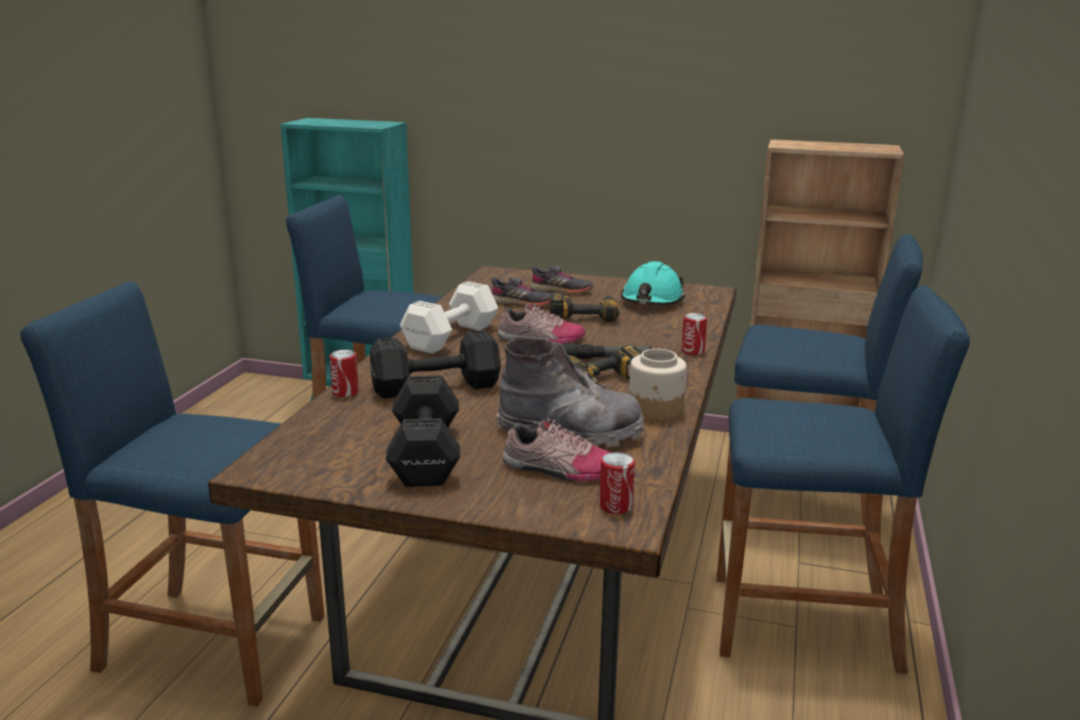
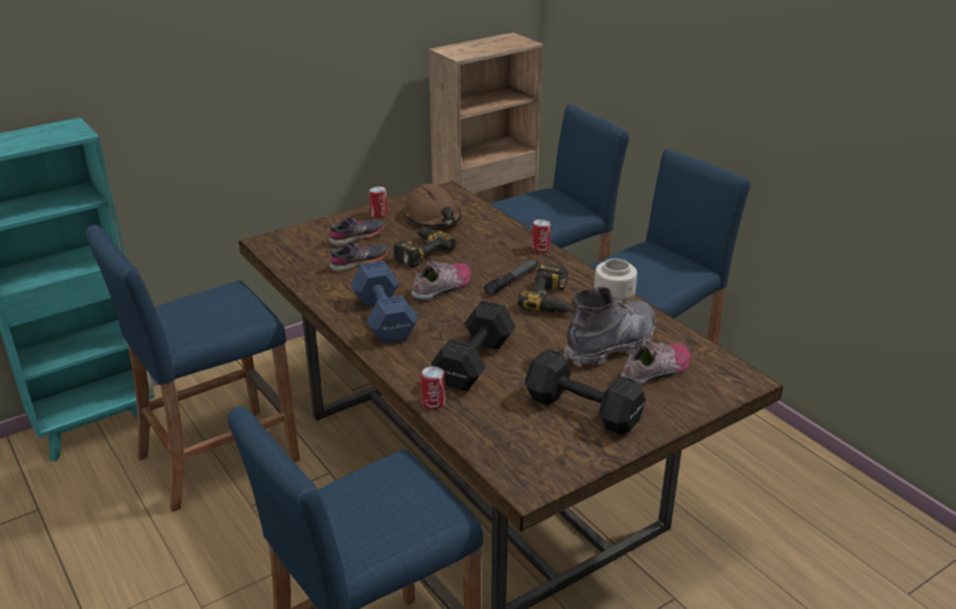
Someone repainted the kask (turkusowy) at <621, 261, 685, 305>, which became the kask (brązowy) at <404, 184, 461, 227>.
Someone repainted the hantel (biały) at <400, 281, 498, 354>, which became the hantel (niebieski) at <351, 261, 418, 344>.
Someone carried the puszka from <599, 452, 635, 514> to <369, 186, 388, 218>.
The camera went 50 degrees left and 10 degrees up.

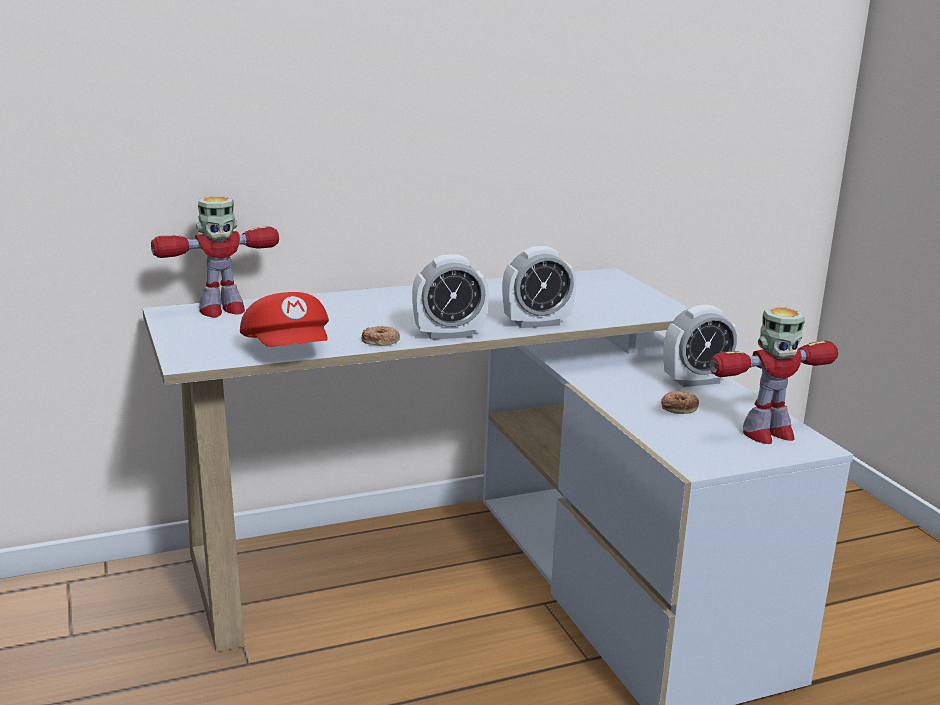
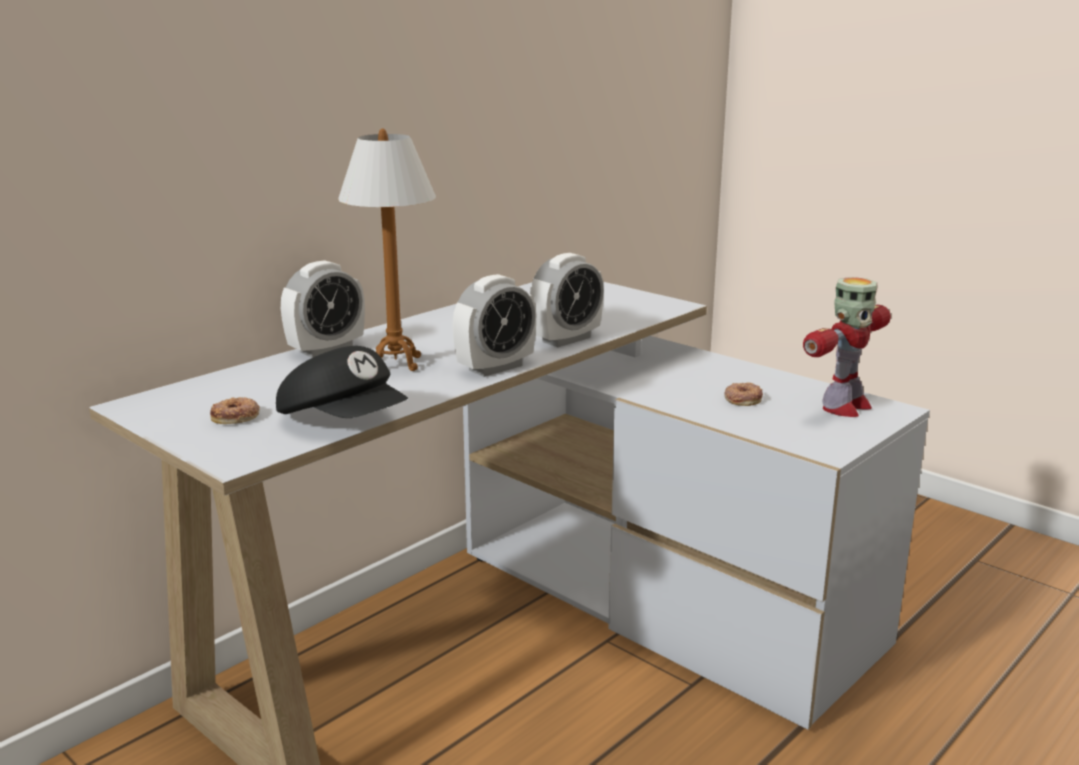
Someone took away the robot zabawkowy at <151, 197, 279, 317>.
Someone repainted the czapka z daszkiem (czerwony) at <240, 292, 329, 347>, which became the czapka z daszkiem (czarny) at <276, 346, 408, 418>.
Someone carried the budzik from <663, 305, 739, 387> to <281, 260, 365, 358>.
Someone carried the donut from <362, 325, 400, 345> to <210, 397, 260, 424>.
Someone put down the lampa stołowa at <338, 128, 436, 371>.
The camera went 25 degrees left and 0 degrees up.

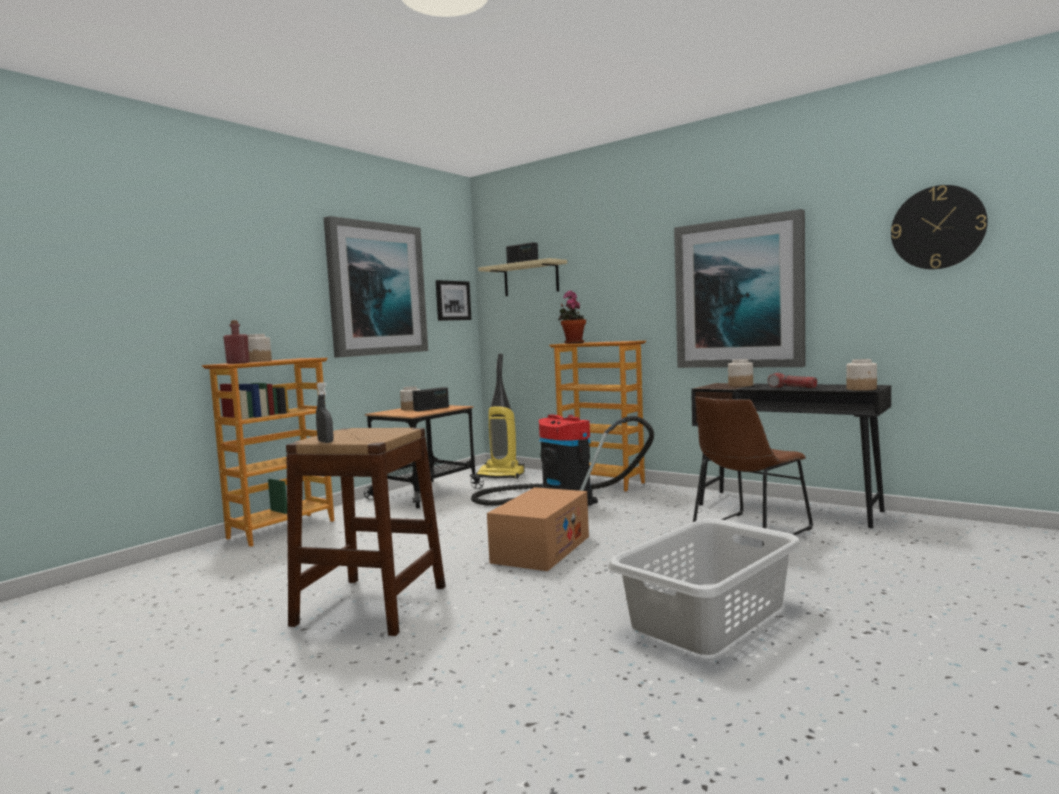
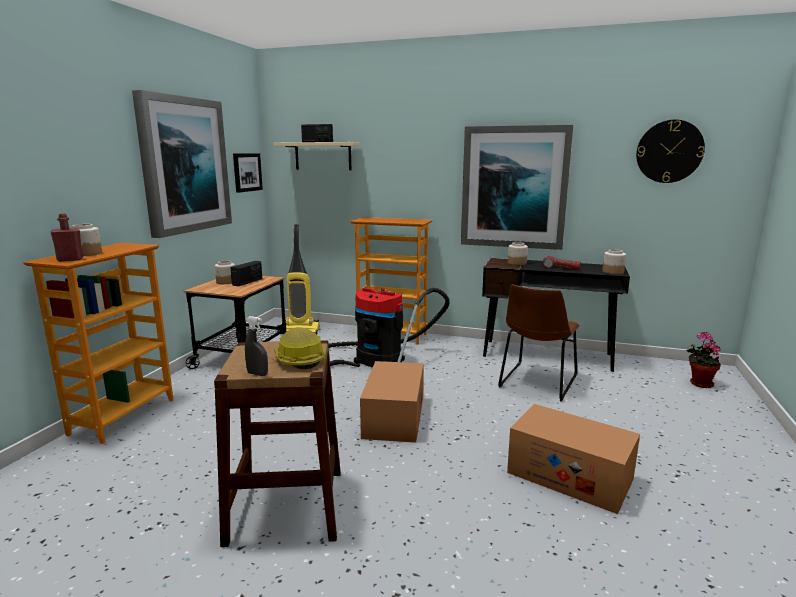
Someone carried the roślina doniczkowa from <558, 290, 586, 344> to <686, 332, 721, 388>.
Someone swapped the kosz na pranie (szary) at <608, 518, 801, 655> for the karton at <507, 404, 640, 514>.
Someone put down the kask at <273, 327, 326, 369>.
The camera went 20 degrees left and 10 degrees up.

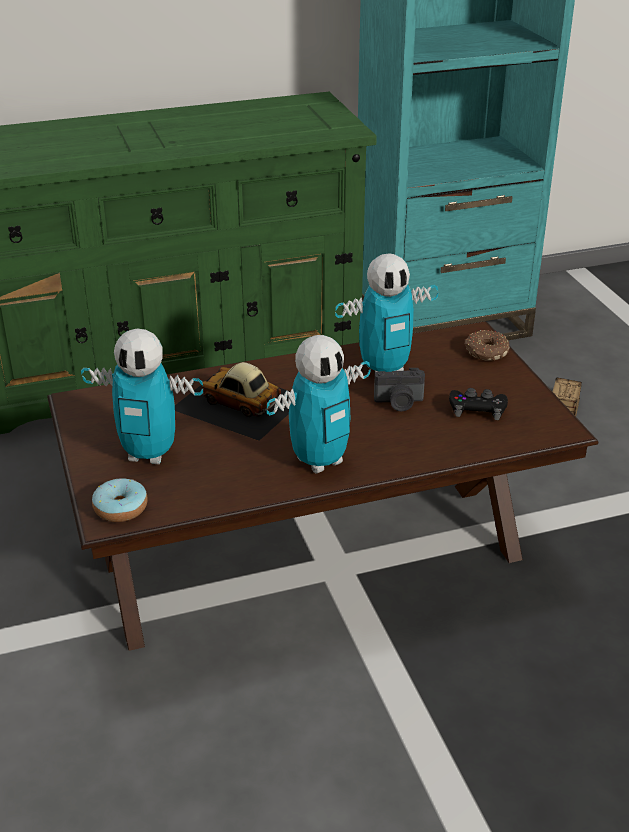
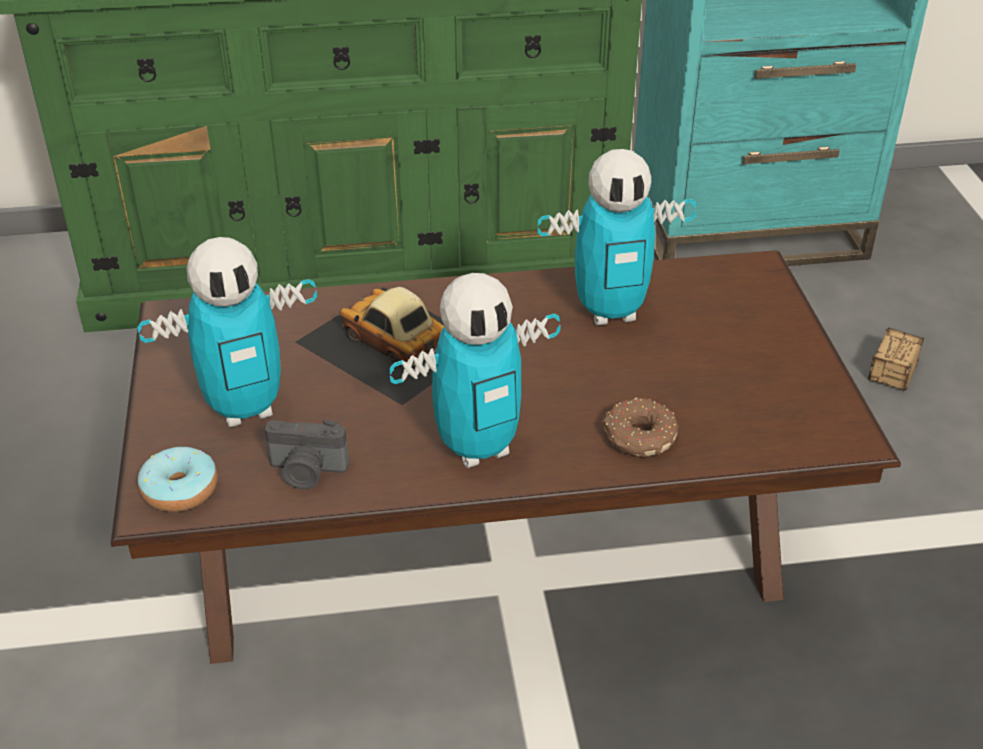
Someone rotated the robot zabawkowy at <81, 329, 203, 464> by 45 degrees counterclockwise.
Someone carried the donut from <465, 330, 509, 361> to <602, 397, 678, 457>.
Someone carried the aparat fotograficzny from <374, 368, 425, 411> to <265, 420, 349, 489>.
Someone took away the pad do gier (czarny) at <449, 388, 508, 420>.
The camera went 10 degrees right and 5 degrees up.

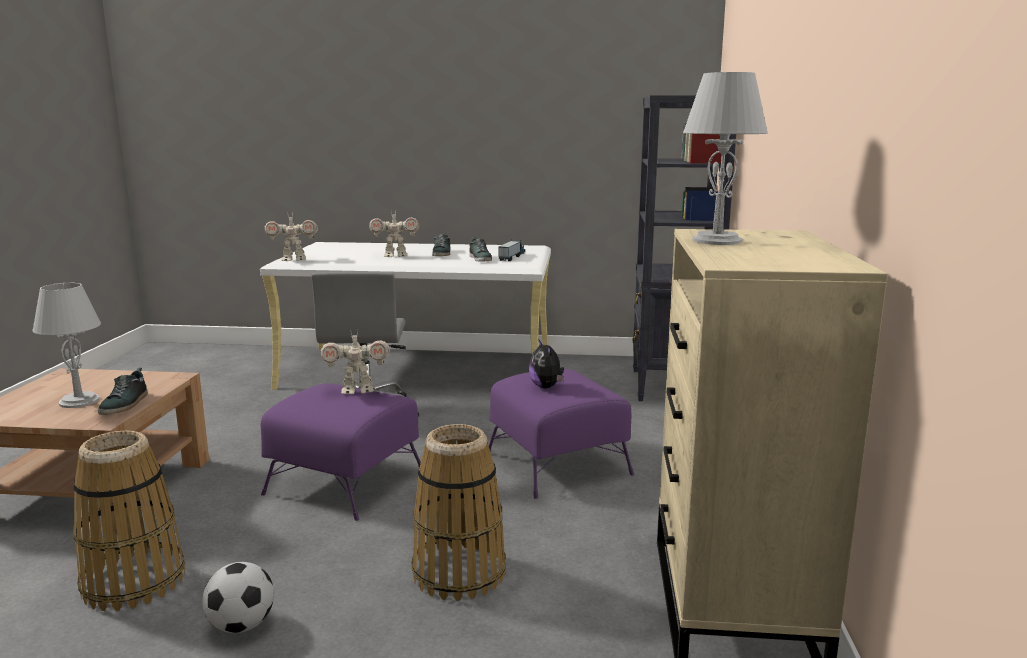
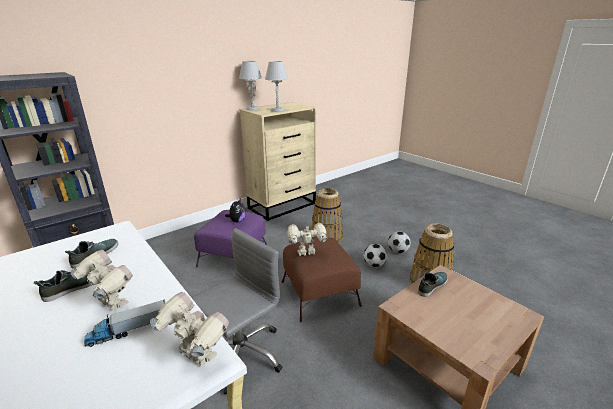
Someone carried the ciężarówka zabawkowa from <499, 240, 526, 261> to <84, 299, 165, 347>.
Someone carried the lampa stołowa (szary) from <33, 283, 101, 408> to <239, 61, 262, 110>.
Someone rotated the robot zabawkowy at <321, 329, 390, 394> by 45 degrees counterclockwise.
Someone repainted the pufa (fioletowy) at <261, 383, 421, 521>, which became the pufa (brązowy) at <282, 237, 362, 322>.
Someone put down the piłka futbolowa at <364, 244, 387, 267>.
The camera went 135 degrees left and 10 degrees up.

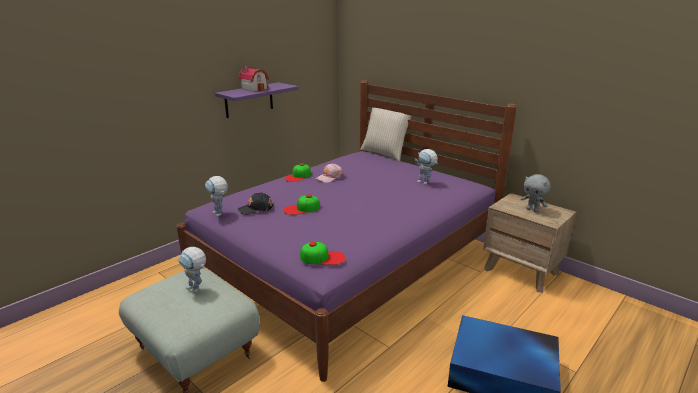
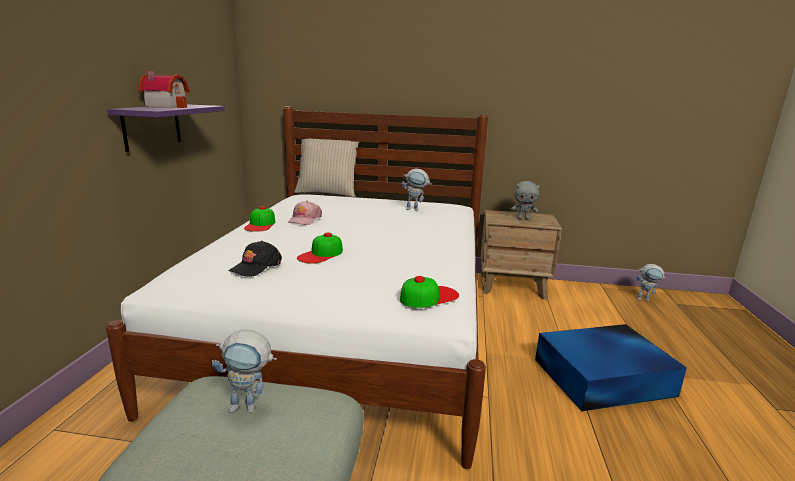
Someone repainted the łóżko (fioletowy) at <176, 80, 517, 382>, which became the łóżko (biały) at <106, 107, 488, 469>.
Someone carried the robot zabawkowy from <205, 176, 228, 217> to <637, 264, 666, 302>.
The camera went 35 degrees left and 5 degrees down.

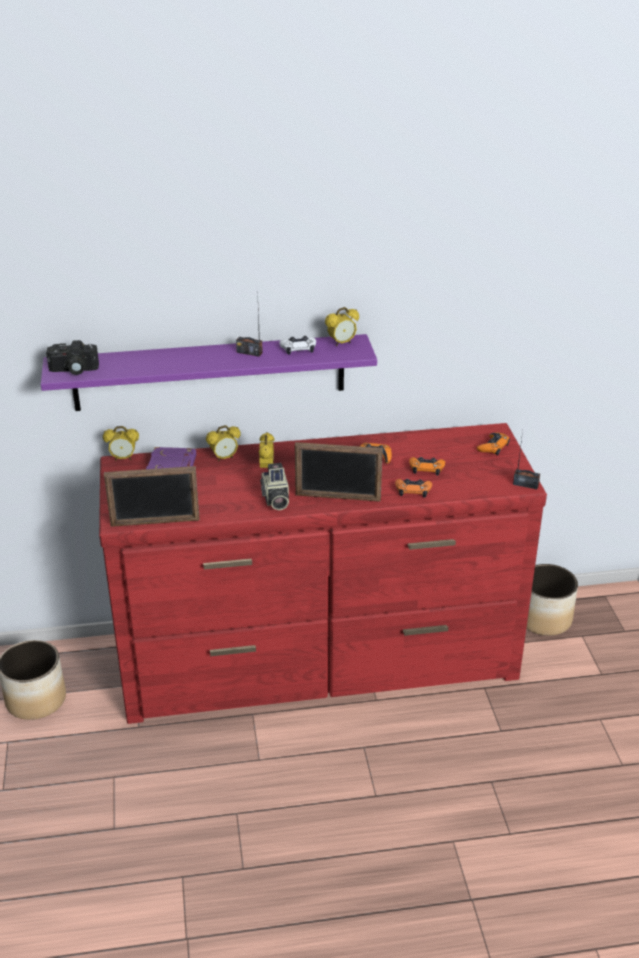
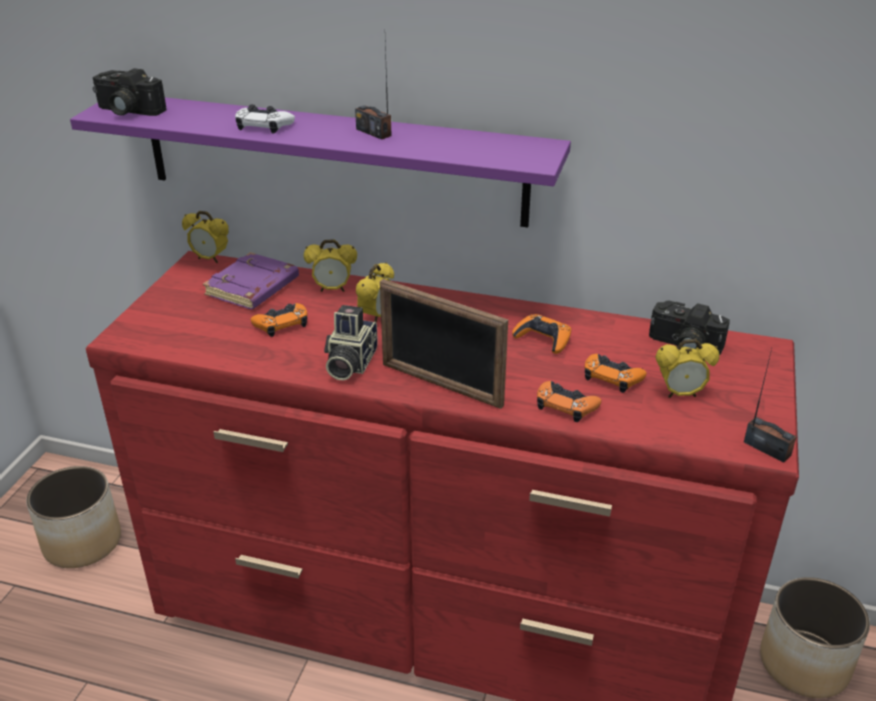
Someone carried the budzik from <325, 307, 359, 346> to <656, 339, 720, 398>.
Someone carried the pad do gier (biały) from <279, 336, 316, 355> to <235, 104, 295, 134>.
Someone carried the pad do gier (pomarańczowy) from <477, 432, 510, 455> to <251, 303, 307, 337>.
Someone took away the ramka na zdjęcie at <104, 466, 200, 527>.
Someone put down the aparat fotograficzny at <649, 301, 730, 355>.
The camera went 25 degrees right and 0 degrees up.

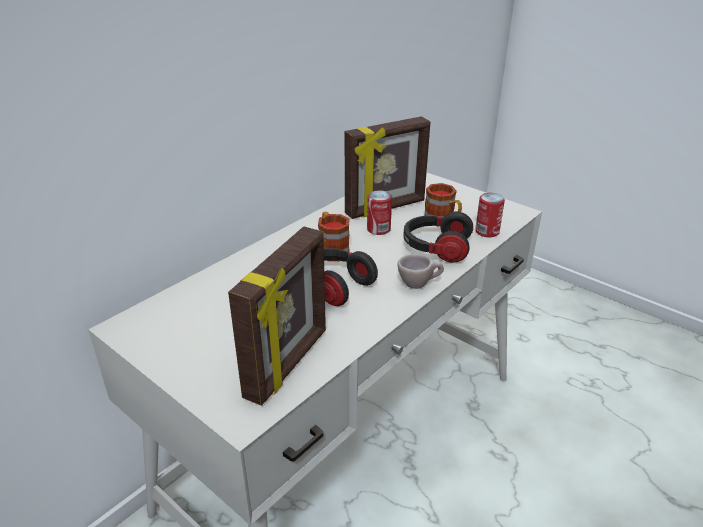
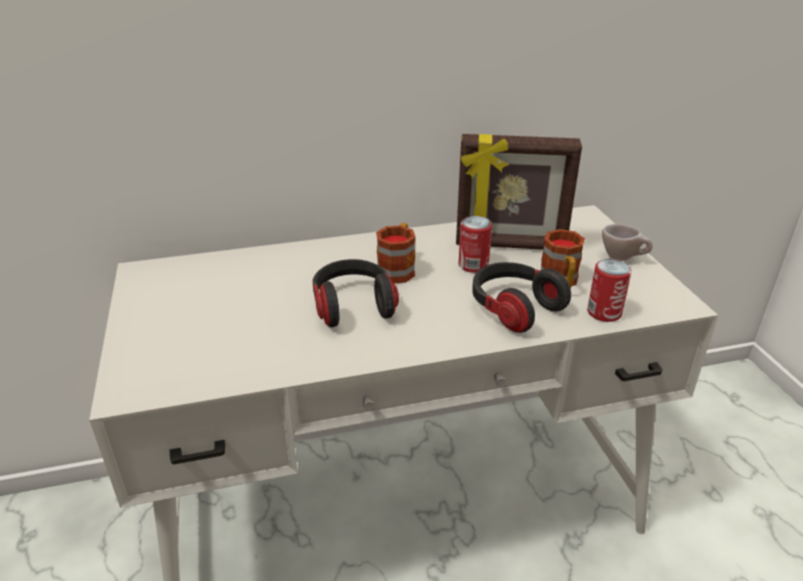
Someone took away the ramka na zdjęcie at <228, 227, 326, 406>.
Someone carried the filiżanka (beżowy) from <397, 254, 444, 289> to <602, 224, 653, 261>.
The camera went 35 degrees right and 0 degrees up.

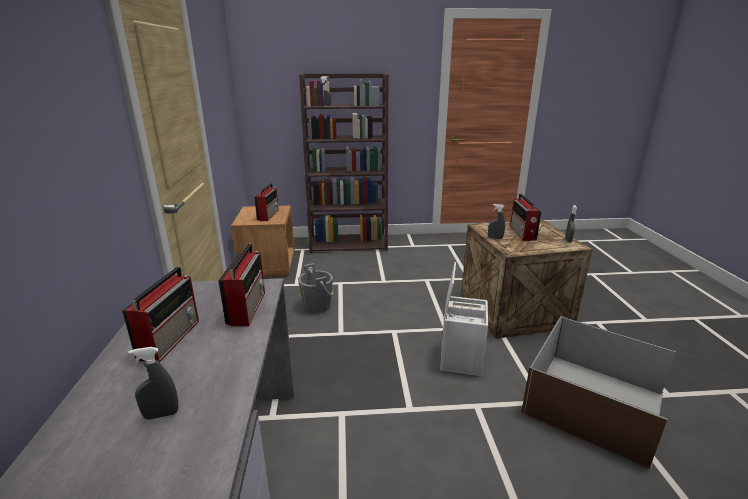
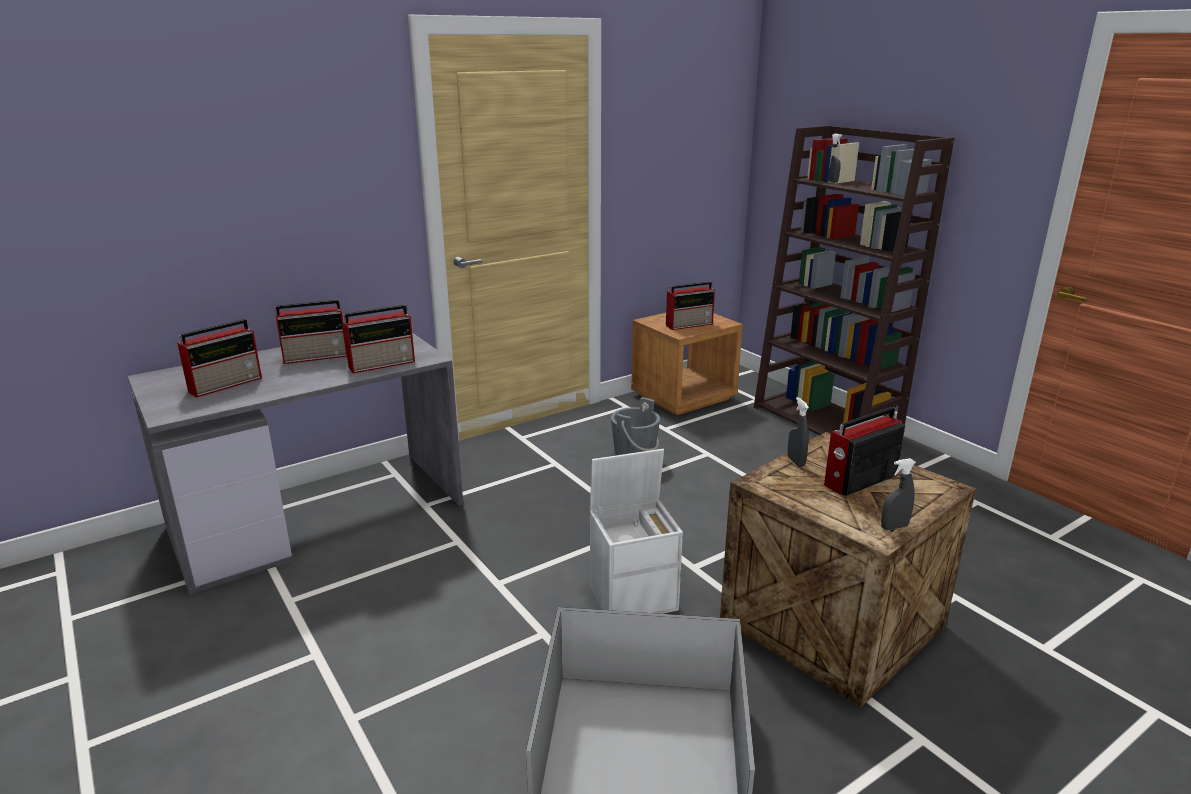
Someone swapped the spryskiwacz (szary) at <128, 347, 178, 420> for the radio at <177, 319, 262, 398>.
The camera went 60 degrees right and 0 degrees up.

